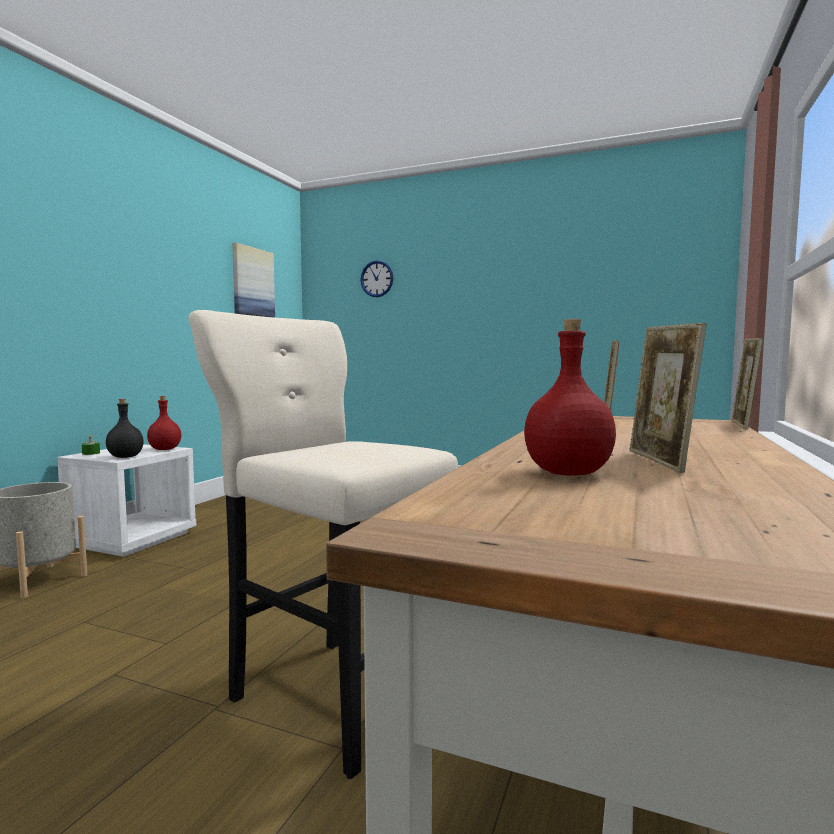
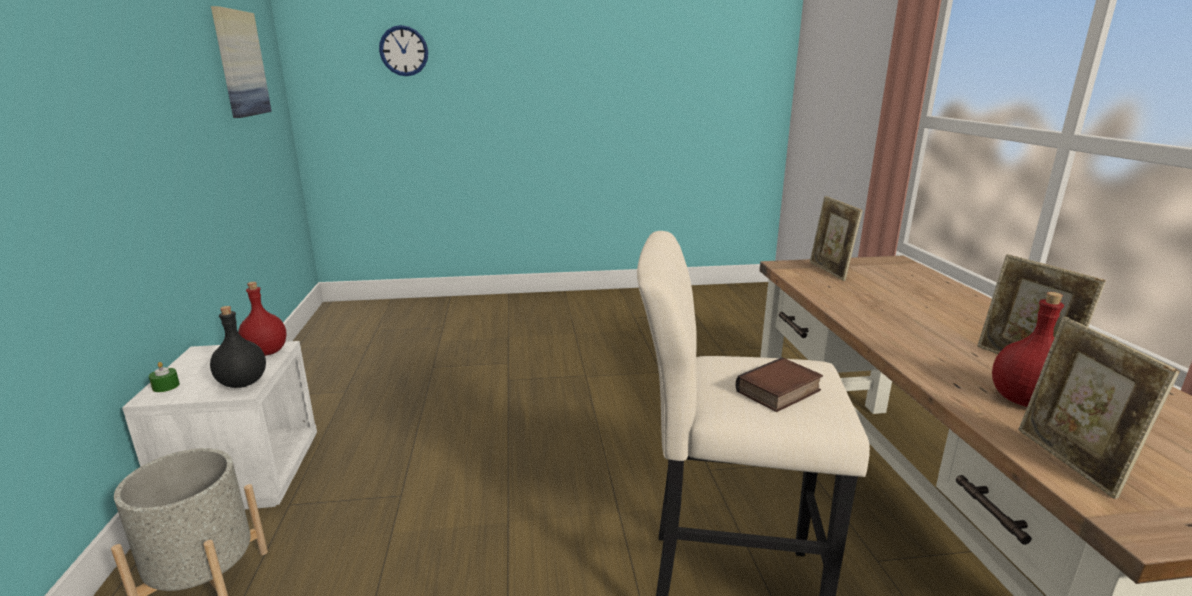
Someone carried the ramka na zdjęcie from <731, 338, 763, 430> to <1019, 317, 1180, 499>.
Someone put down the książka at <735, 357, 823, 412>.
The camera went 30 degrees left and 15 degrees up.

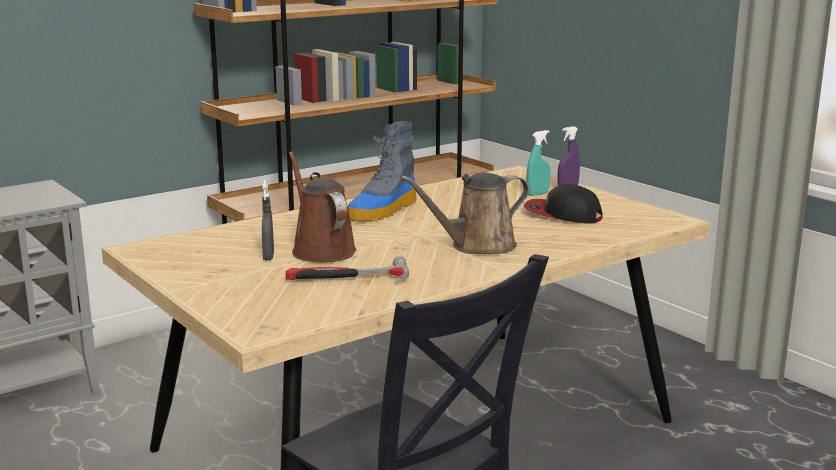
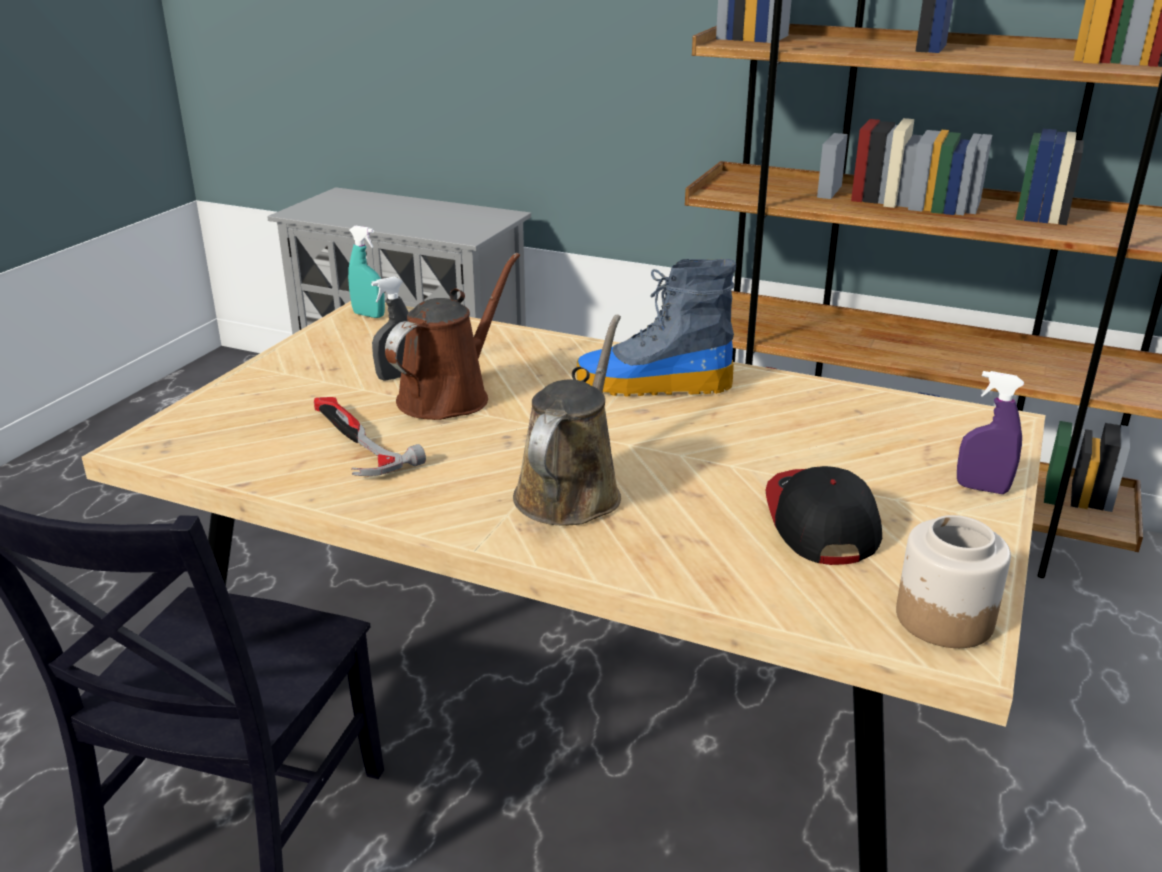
Someone carried the spryskiwacz (turkusowy) from <526, 130, 551, 196> to <348, 225, 385, 318>.
Someone rotated the konewka (brązowy) at <400, 173, 529, 254> by 75 degrees clockwise.
Someone put down the słoik at <896, 515, 1011, 648>.
The camera went 60 degrees right and 10 degrees up.

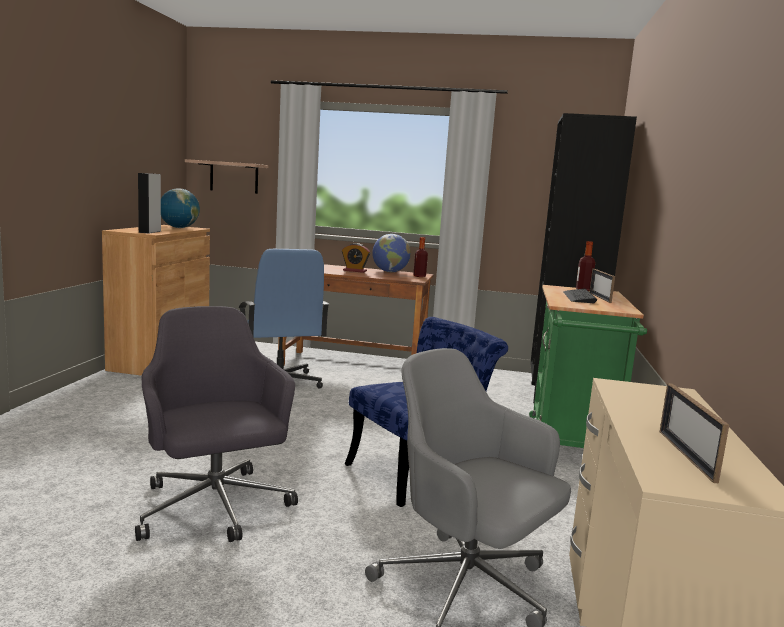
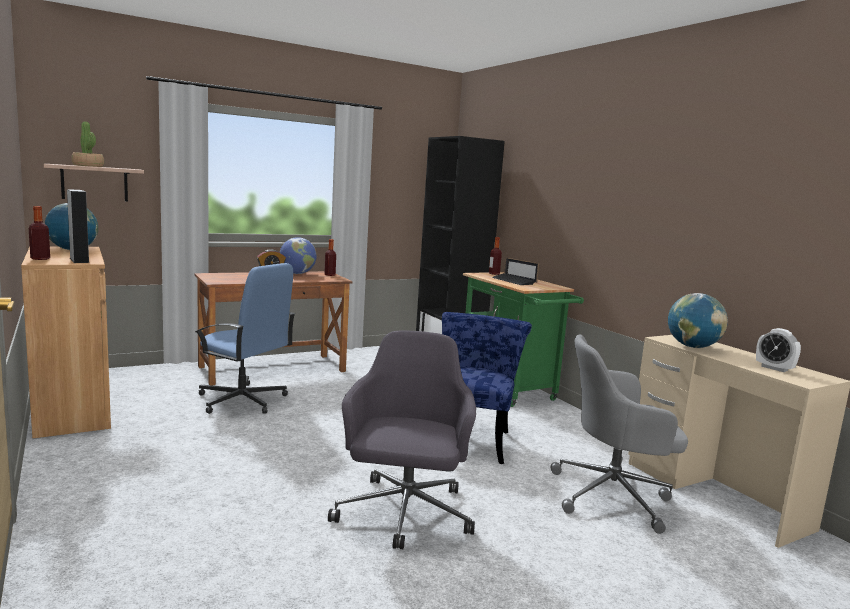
Someone rotated the krzesło biurowe (szary) at <135, 306, 298, 542> by 75 degrees clockwise.
Someone swapped the ramka na zdjęcie at <660, 383, 729, 483> for the budzik at <756, 328, 801, 372>.
Someone put down the roślina doniczkowa at <71, 121, 104, 167>.
Someone put down the butelka at <29, 206, 50, 260>.
Someone put down the globus at <668, 293, 728, 348>.
The camera went 40 degrees left and 0 degrees up.

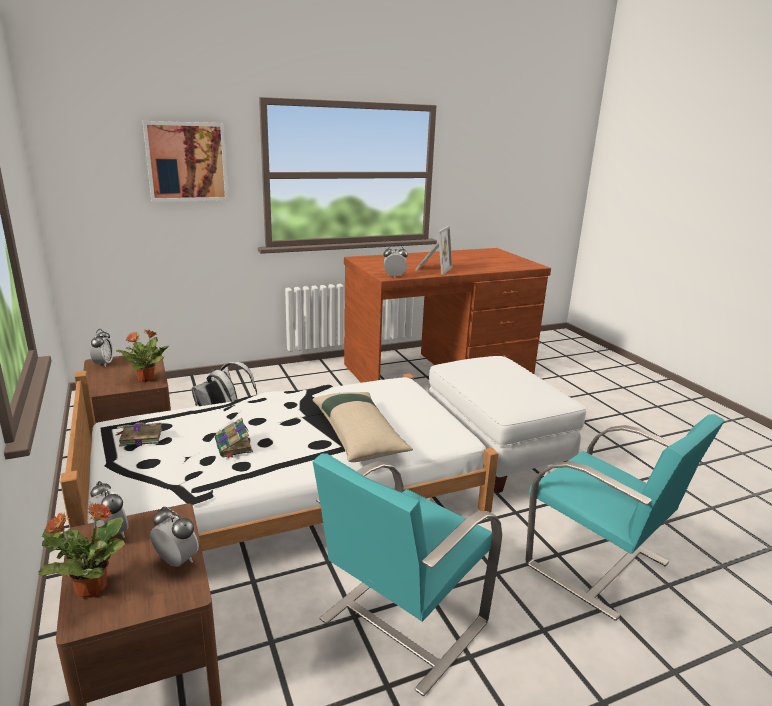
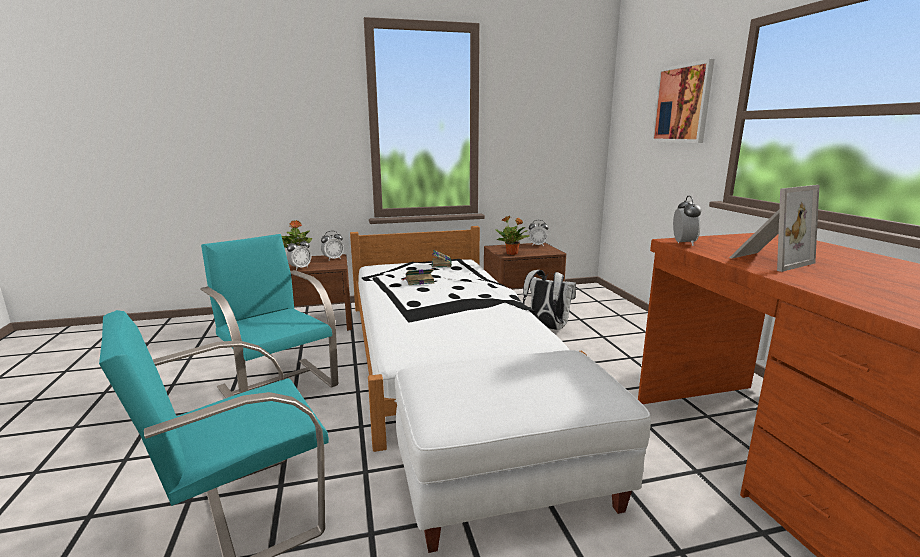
Someone rotated the ramka na zdjęcie at <415, 226, 452, 275> by 60 degrees counterclockwise.
Someone took away the poduszka (beżowy) at <312, 392, 413, 462>.
The camera went 100 degrees right and 5 degrees down.

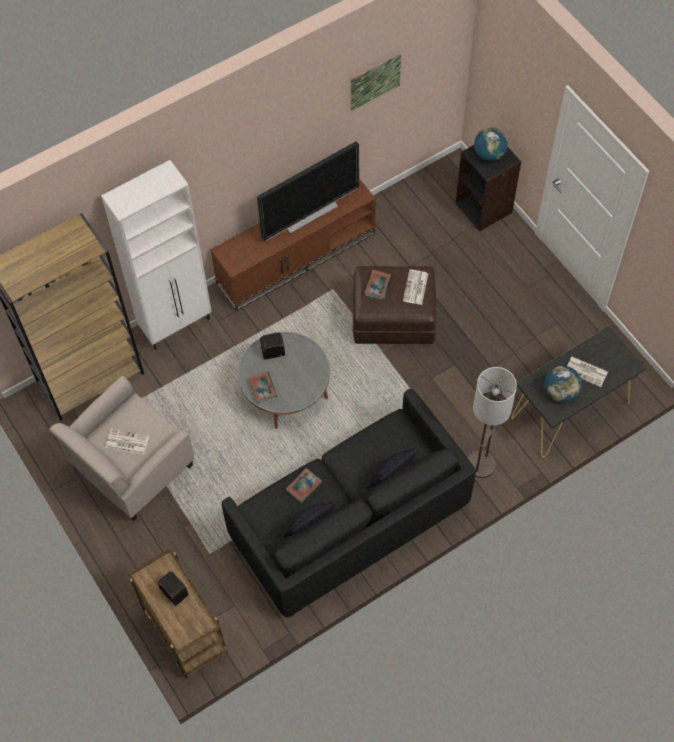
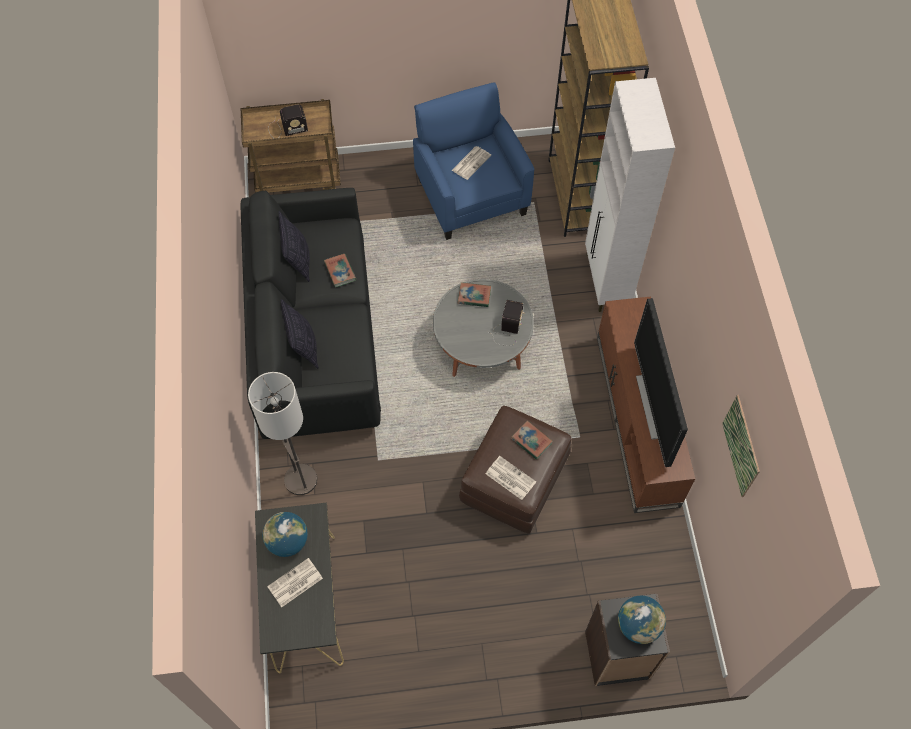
Someone repainted the fotel (beżowy) at <49, 376, 194, 521>, which became the fotel (niebieski) at <413, 82, 535, 240>.
The camera went 115 degrees right and 0 degrees up.

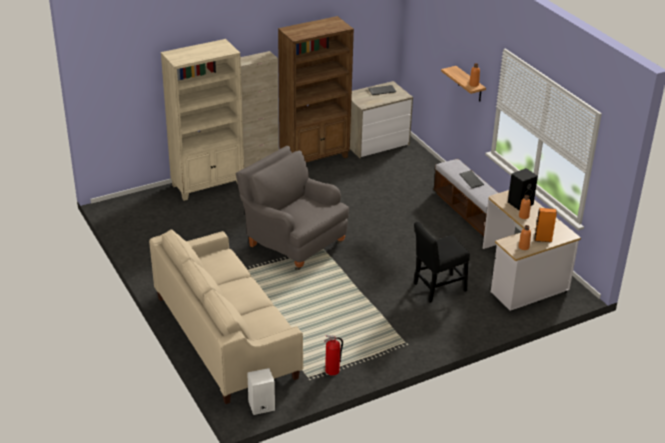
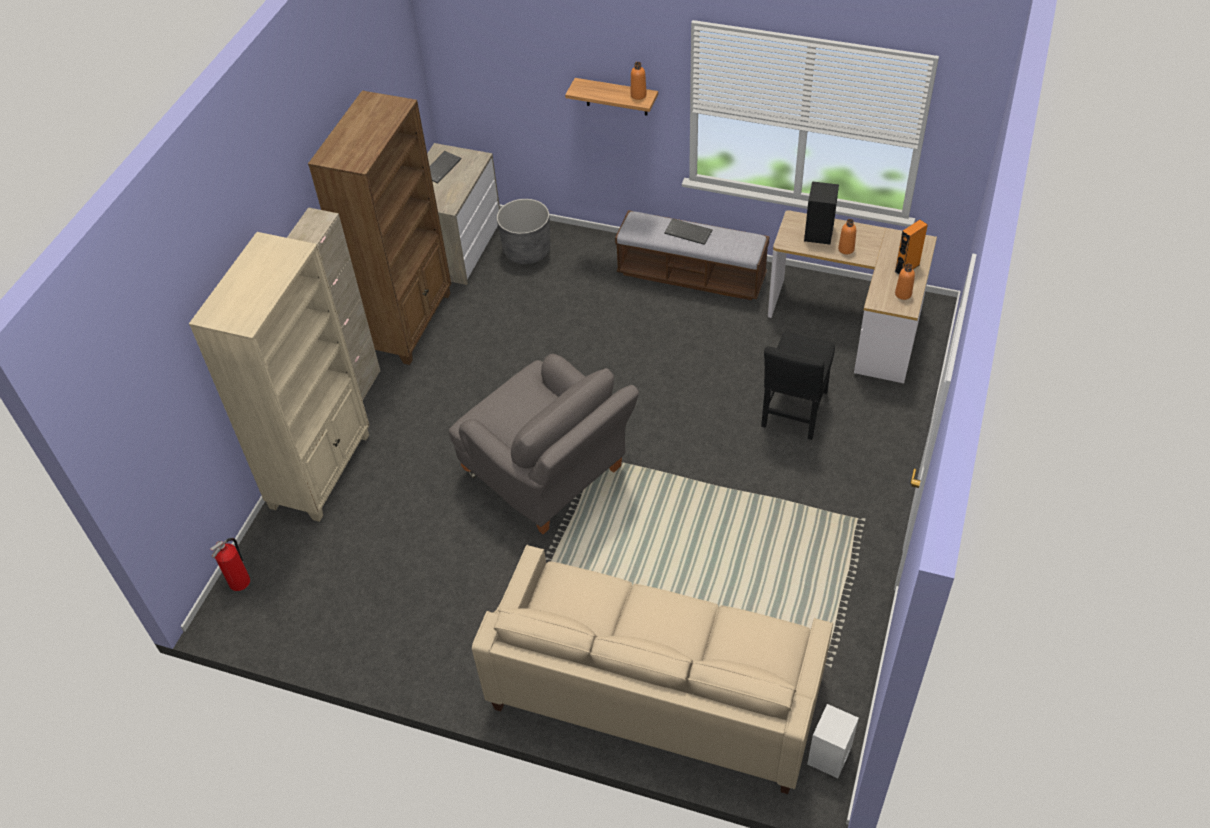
Someone rotated the fotel (szary) at <236, 146, 349, 270> by 135 degrees counterclockwise.
Someone carried the gaśnica from <324, 335, 343, 376> to <210, 538, 250, 591>.
Someone put down the donica (szary) at <497, 199, 550, 264>.
The camera went 40 degrees left and 15 degrees up.

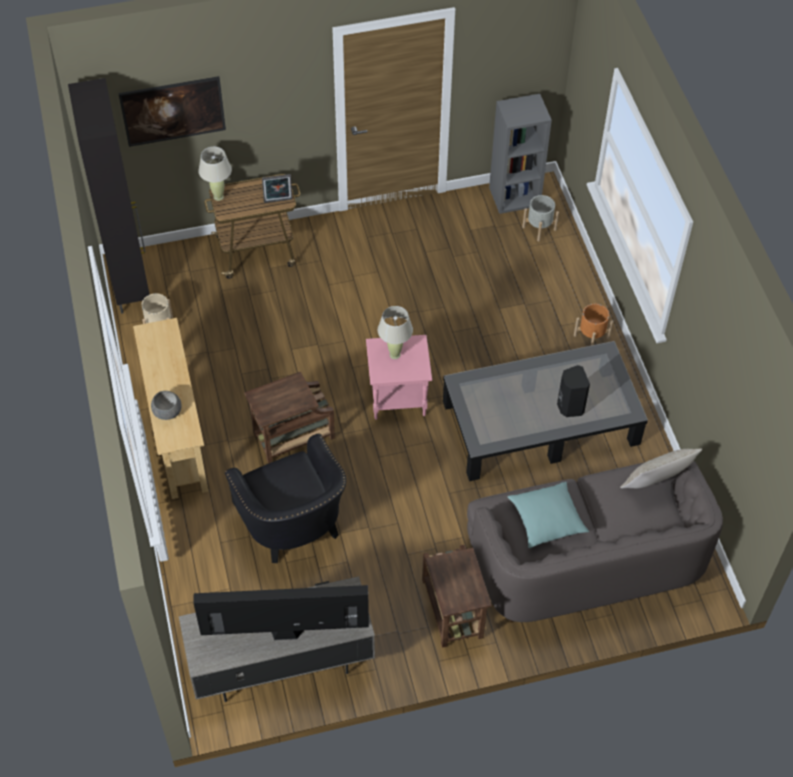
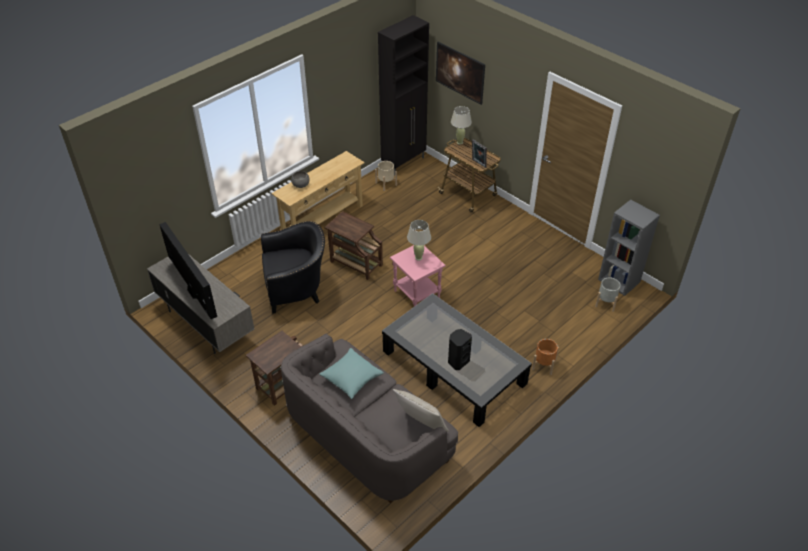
Someone rotated the fotel (czarny) at <225, 433, 346, 563> by 135 degrees counterclockwise.
The camera went 60 degrees right and 10 degrees down.

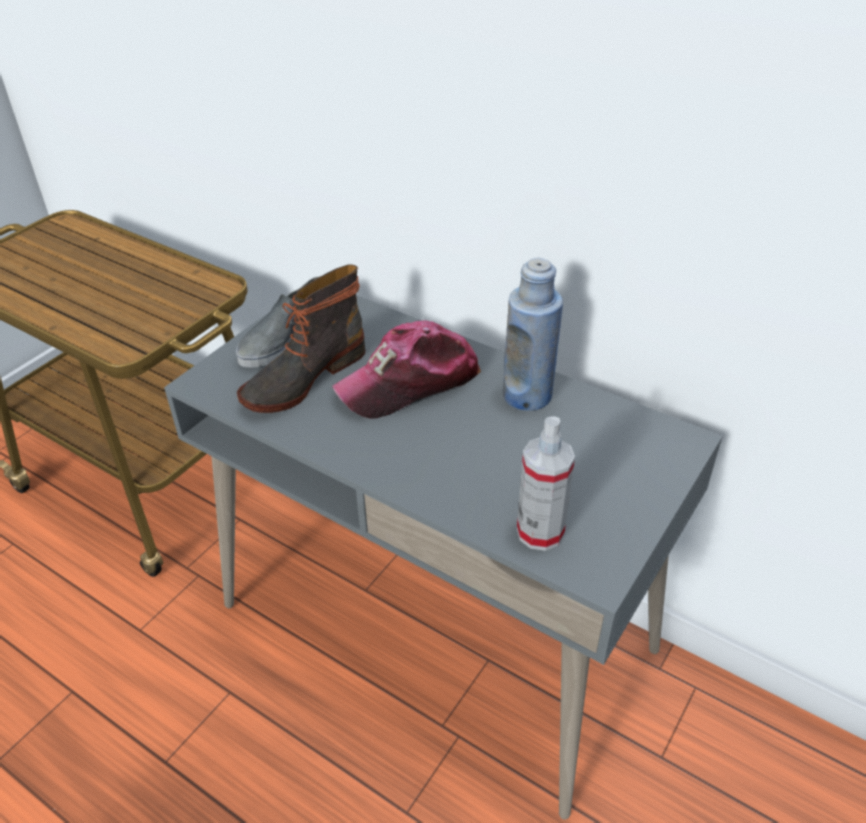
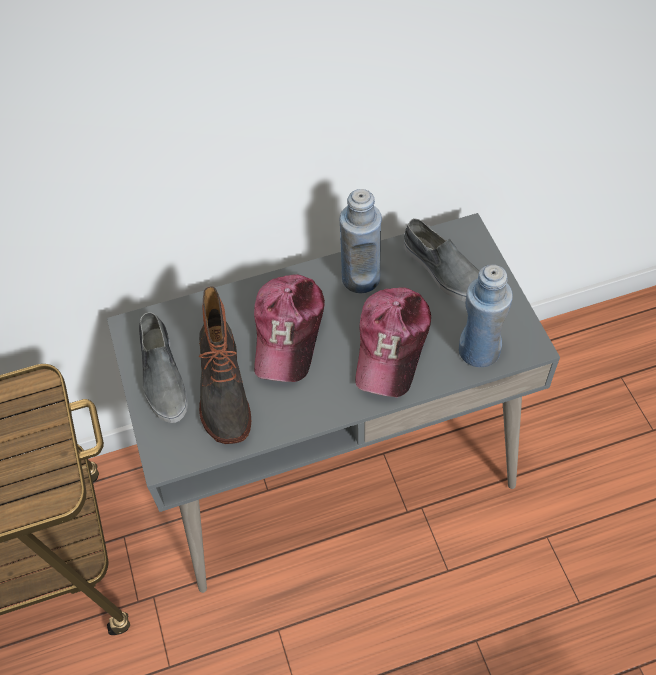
Someone swapped the spryskiwacz at <517, 416, 575, 551> for the butelka (niebieski) at <459, 264, 513, 367>.
Someone put down the but (szary) at <404, 218, 480, 302>.
Someone put down the czapka z daszkiem at <355, 287, 431, 397>.
The camera went 50 degrees left and 15 degrees up.

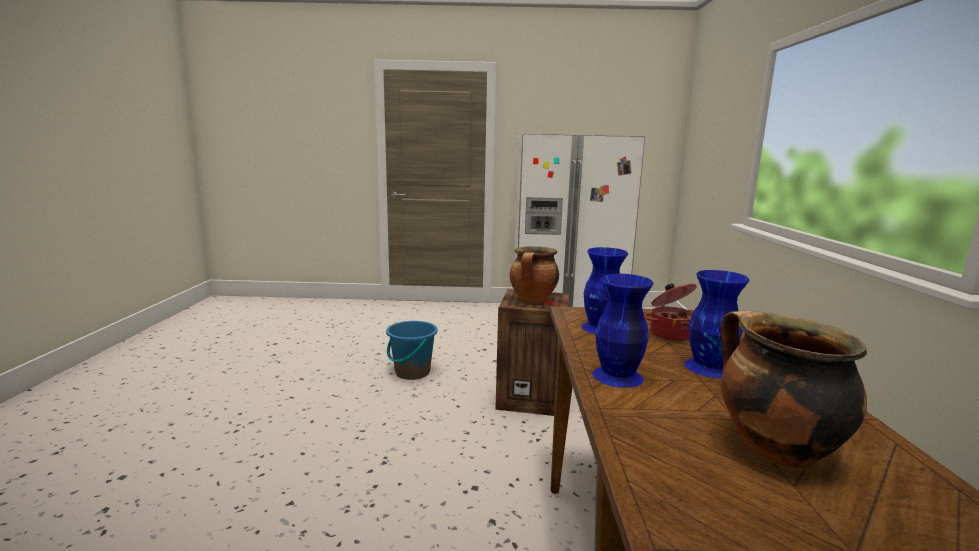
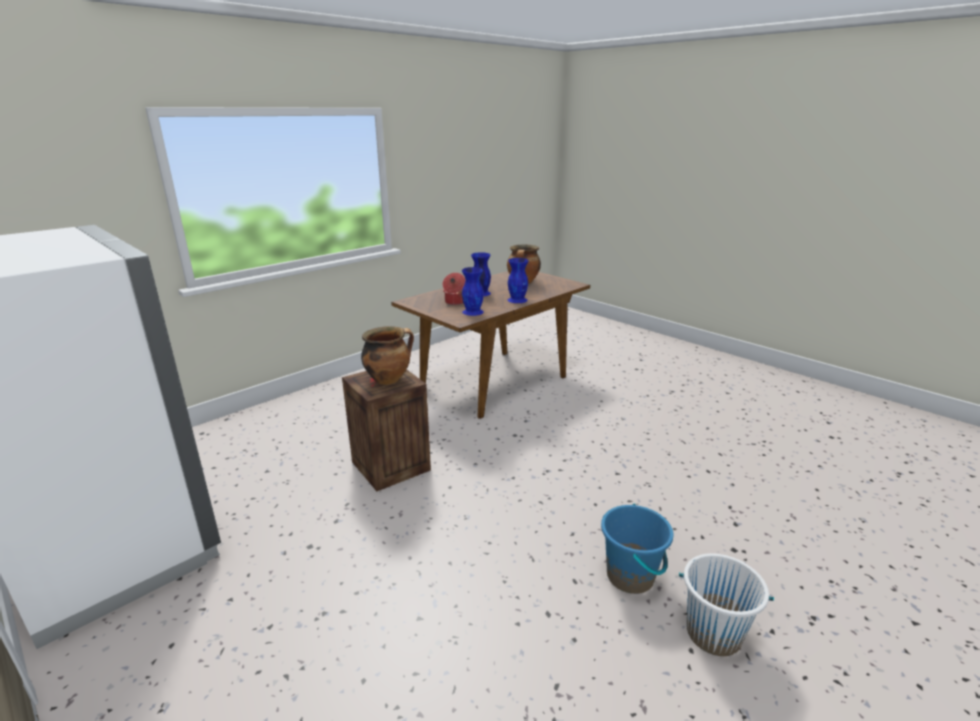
Someone carried the wiadro (niebieski) from <386, 321, 438, 380> to <601, 504, 674, 594>.
Someone put down the wiadro (biały) at <679, 553, 774, 656>.
The camera went 135 degrees left and 10 degrees up.

